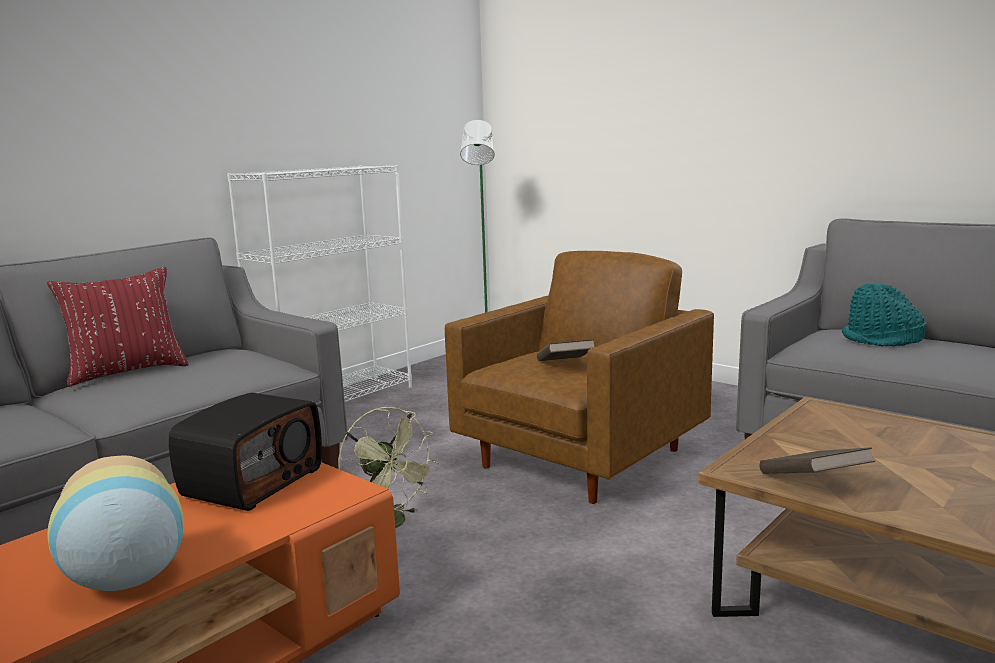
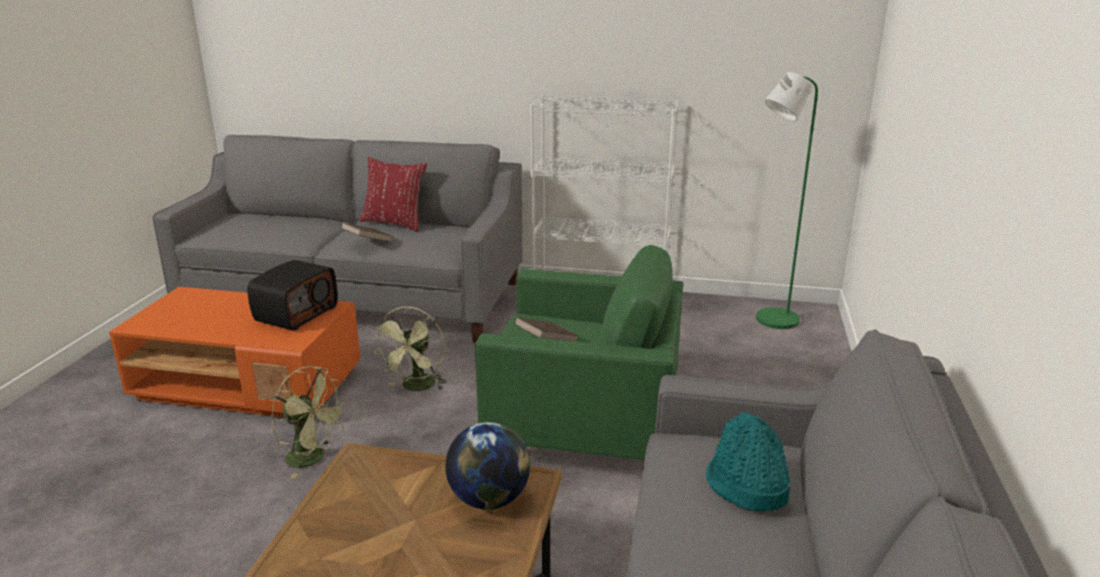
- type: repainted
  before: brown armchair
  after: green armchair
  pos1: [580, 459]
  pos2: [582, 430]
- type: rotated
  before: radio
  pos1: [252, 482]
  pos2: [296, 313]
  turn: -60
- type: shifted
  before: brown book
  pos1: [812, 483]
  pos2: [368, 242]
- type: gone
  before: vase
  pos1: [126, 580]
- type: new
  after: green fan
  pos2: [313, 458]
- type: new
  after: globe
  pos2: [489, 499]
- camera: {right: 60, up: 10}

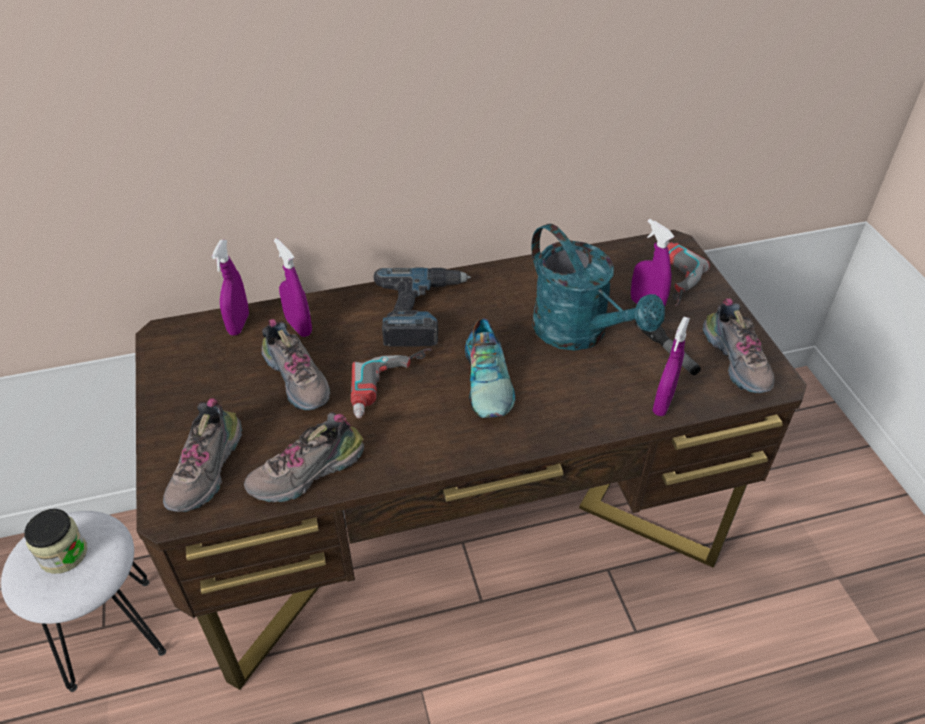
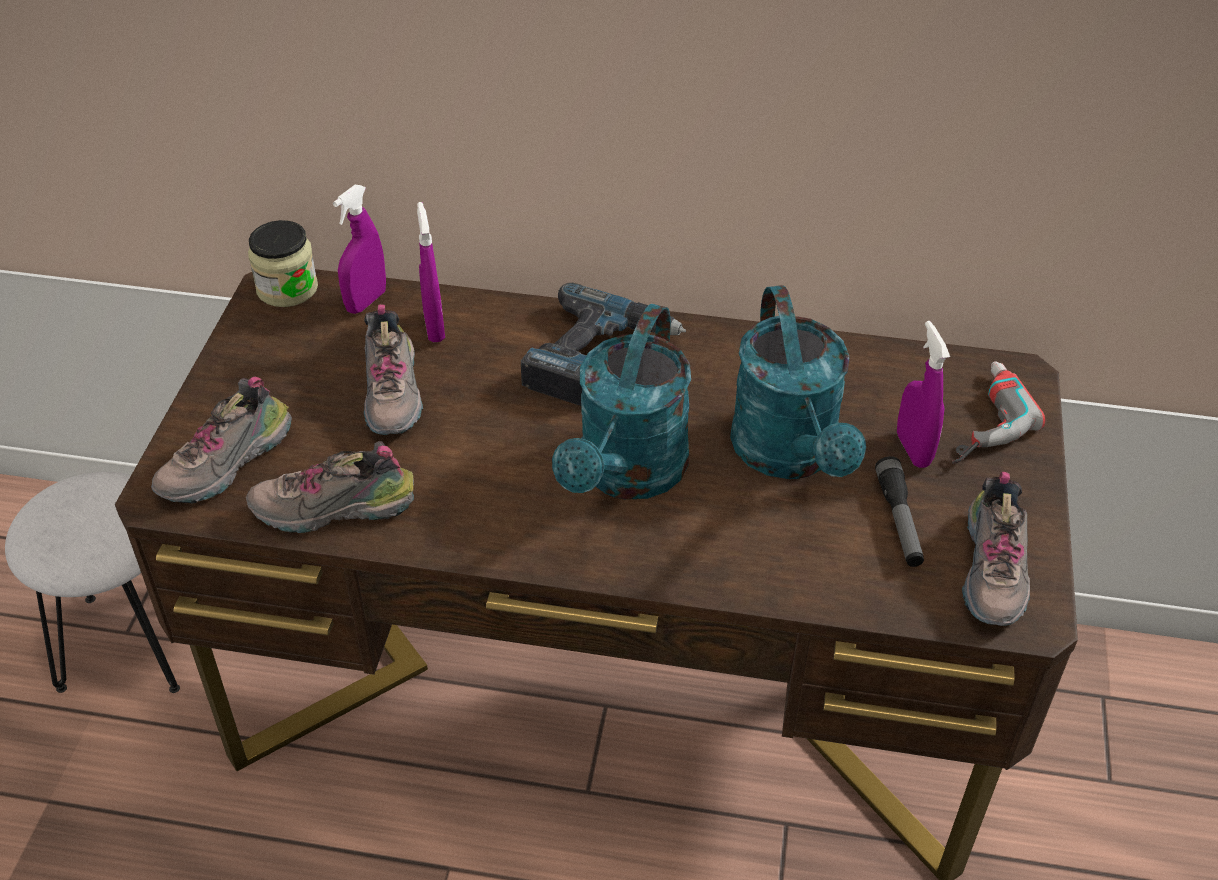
- type: gone
  before: purple spray bottle
  pos1: [663, 403]
- type: swapped
  before: shoe
  after: turquoise watering can
  pos1: [489, 380]
  pos2: [627, 475]
- type: gone
  before: power drill
  pos1: [393, 388]
- type: shifted
  before: jar
  pos1: [63, 554]
  pos2: [287, 289]
- camera: {right: 25, up: 0}

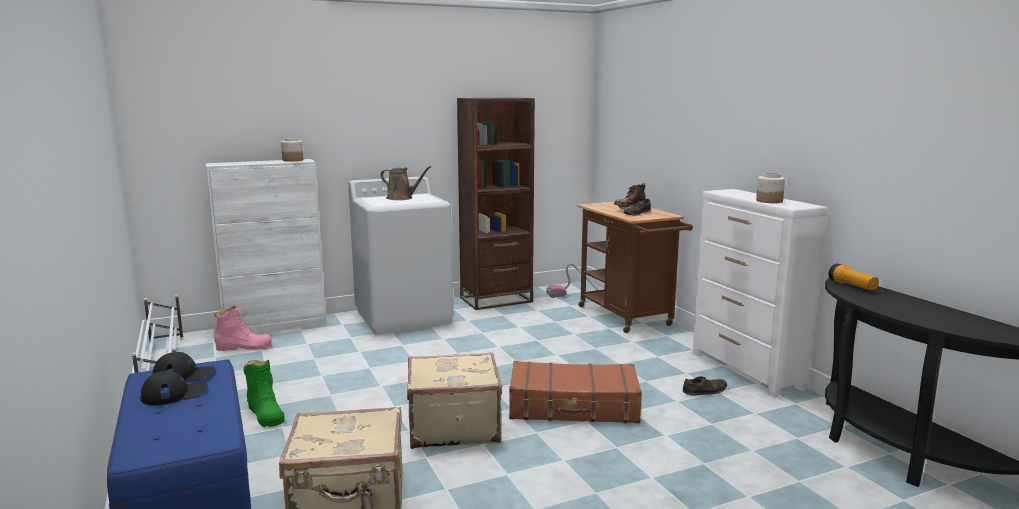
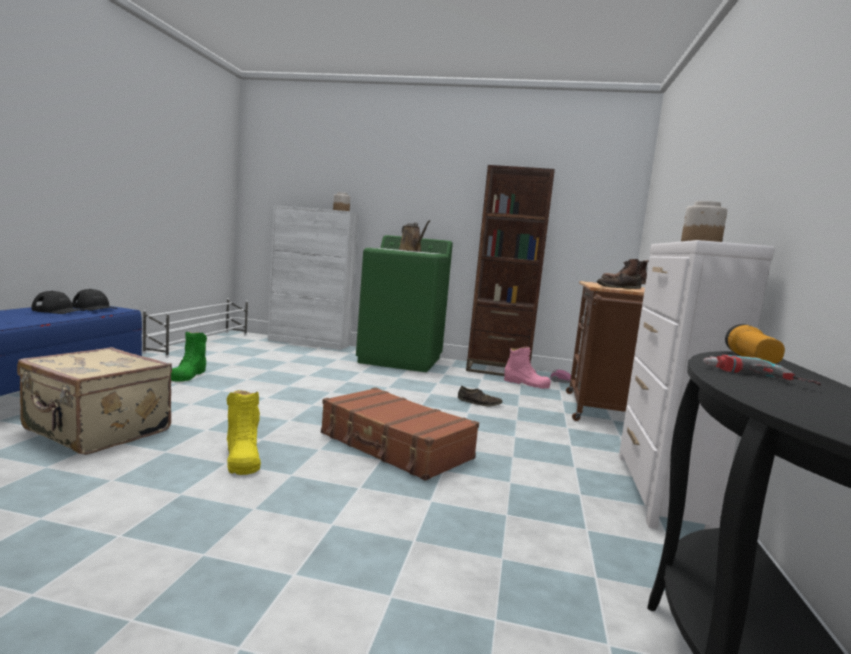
- type: repainted
  before: white washing machine
  after: green washing machine
  pos1: [404, 317]
  pos2: [401, 360]
- type: shifted
  before: pink boot
  pos1: [244, 347]
  pos2: [526, 384]
- type: gone
  before: beige suitcase
  pos1: [453, 427]
- type: shifted
  before: brown shoe
  pos1: [705, 391]
  pos2: [479, 403]
- type: new
  after: power drill
  pos2: [755, 378]
- type: new
  after: yellow boot
  pos2: [242, 458]
- camera: {right: 35, up: -5}

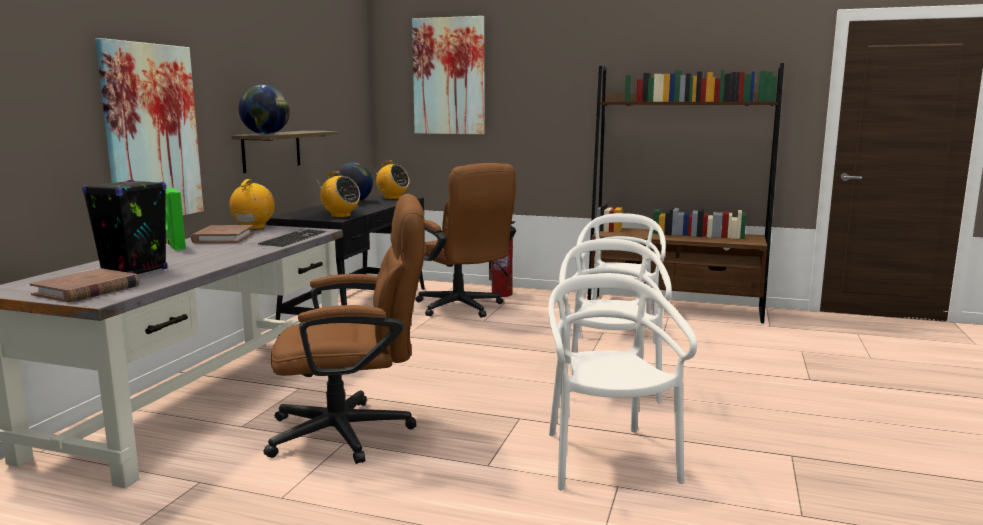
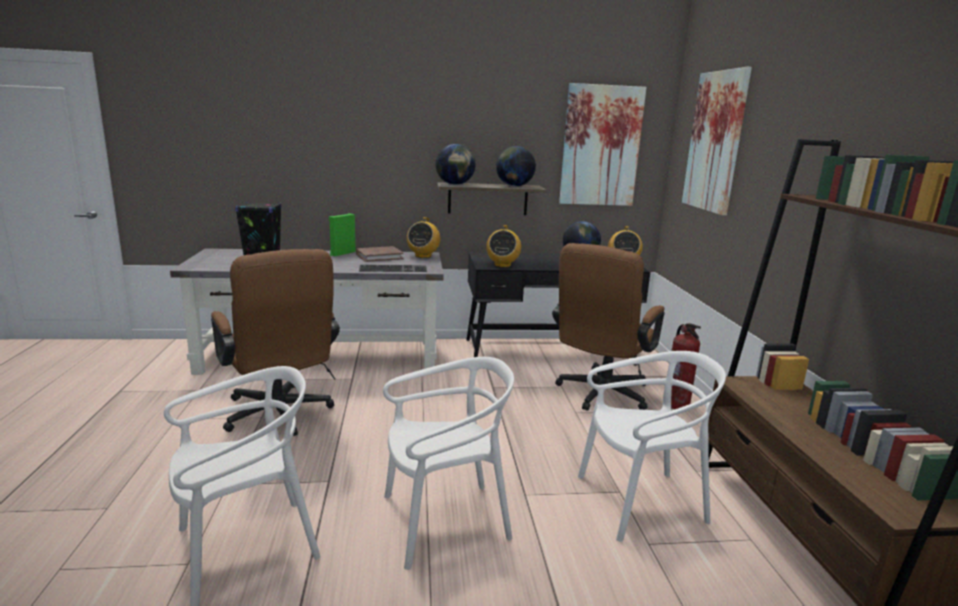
- type: shifted
  before: picture
  pos1: [152, 133]
  pos2: [601, 146]
- type: rotated
  before: radio
  pos1: [253, 228]
  pos2: [423, 256]
  turn: 120
- type: gone
  before: brown book
  pos1: [87, 290]
- type: new
  after: globe
  pos2: [514, 186]
- camera: {right: 65, up: 5}

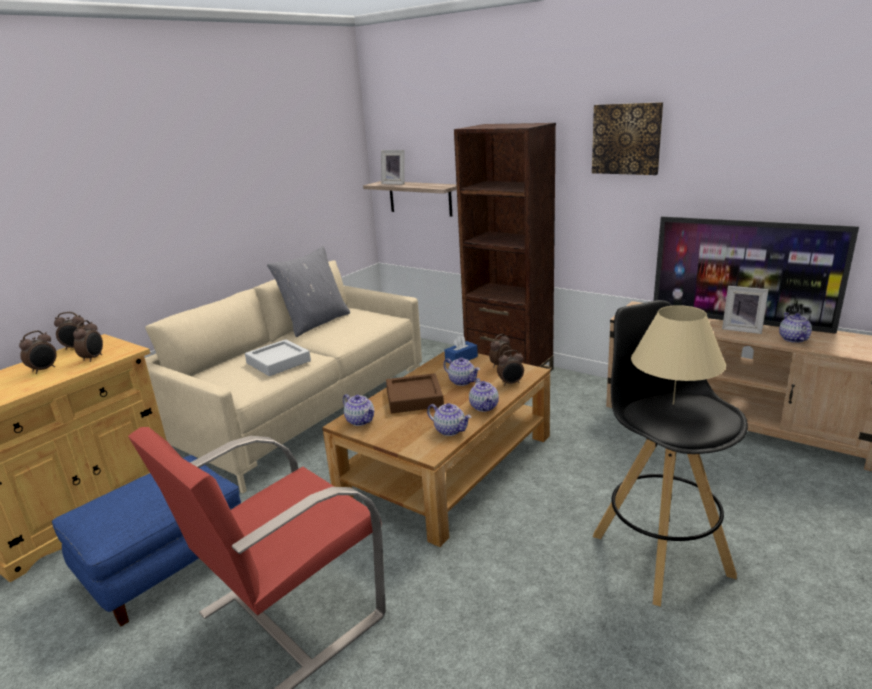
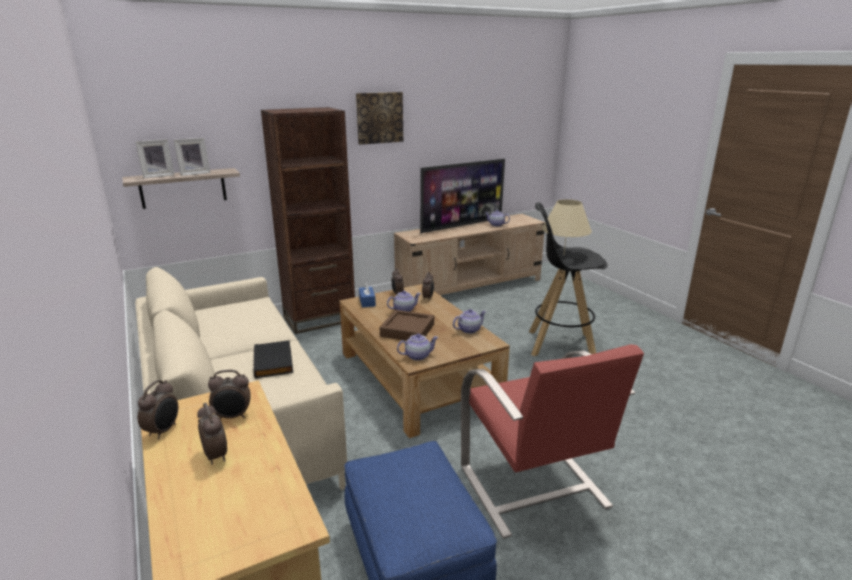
- type: gone
  before: grey pillow
  pos1: [315, 323]
- type: shifted
  before: picture frame
  pos1: [742, 329]
  pos2: [194, 173]
- type: rotated
  before: alarm clock
  pos1: [93, 358]
  pos2: [233, 416]
  turn: 135
- type: swapped
  before: grey tray
  after: black book
  pos1: [278, 362]
  pos2: [275, 362]
- type: gone
  before: teapot
  pos1: [484, 407]
- camera: {right: -65, up: 0}

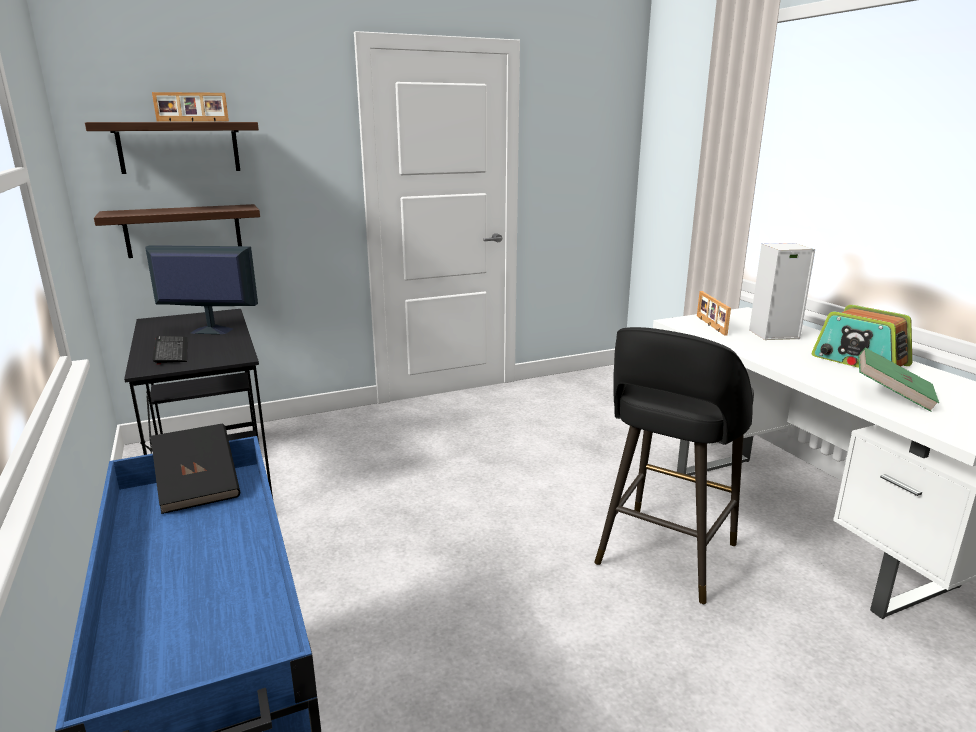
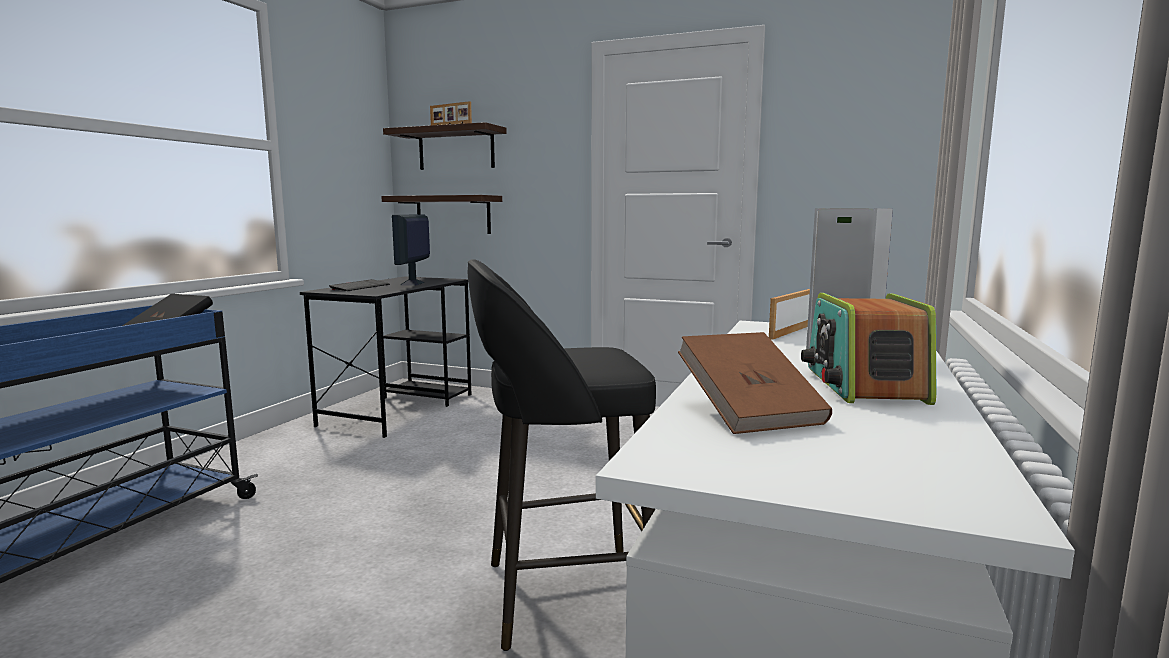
- type: rotated
  before: monitor
  pos1: [210, 330]
  pos2: [412, 283]
  turn: -135
- type: repainted
  before: green book
  after: brown book
  pos1: [892, 396]
  pos2: [749, 412]
- camera: {right: 45, up: -10}

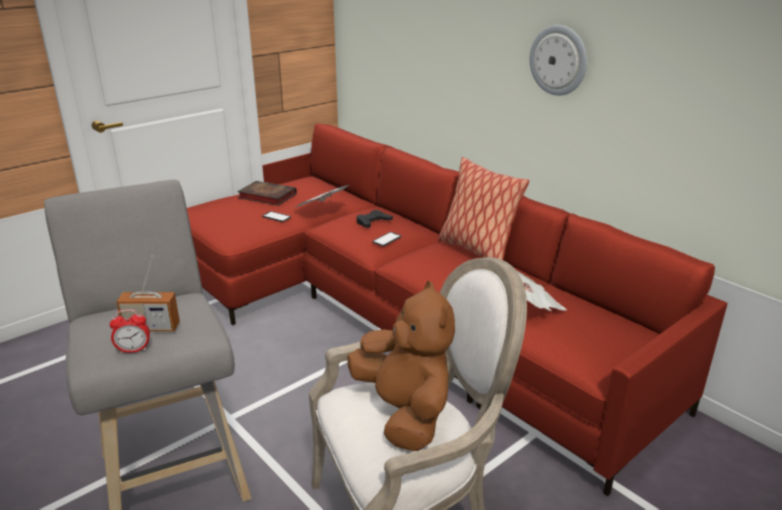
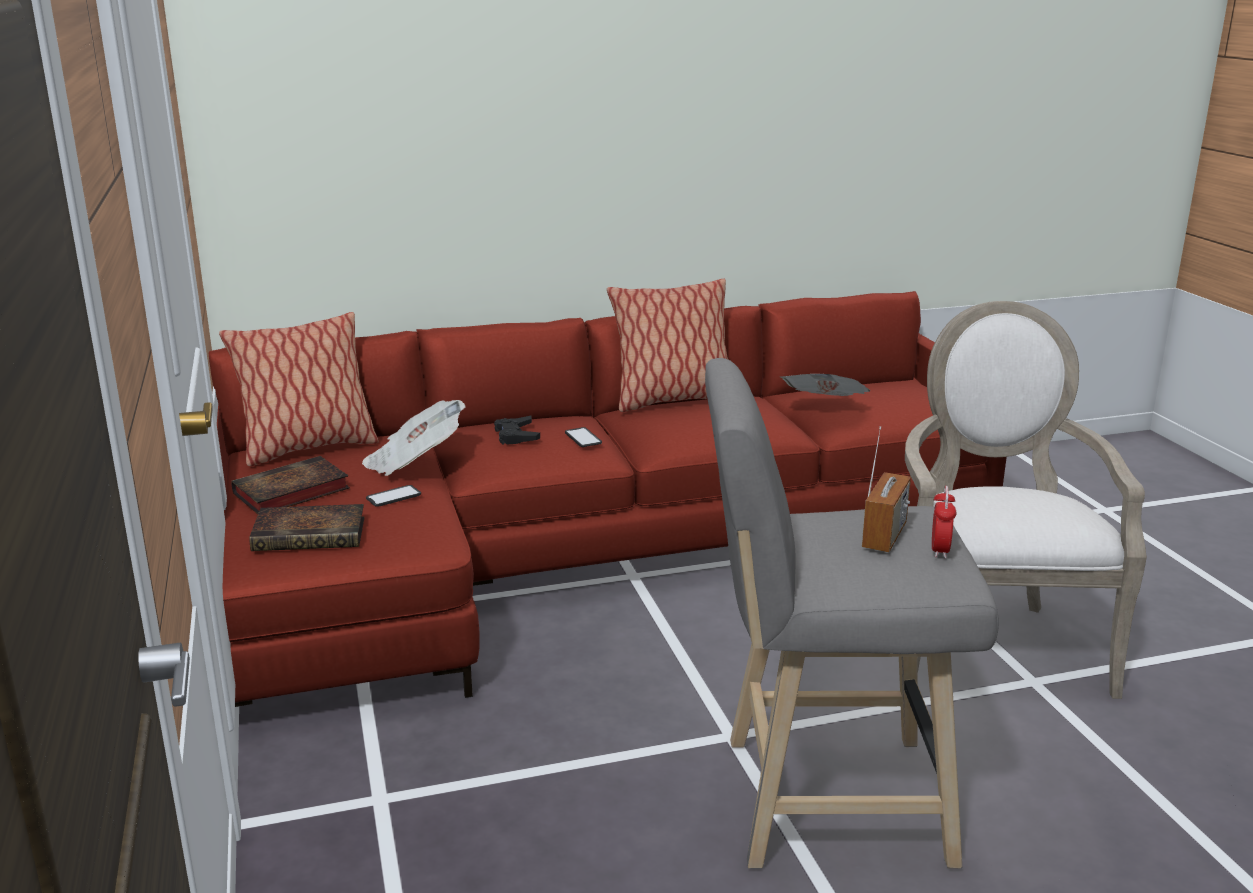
- type: gone
  before: wall clock
  pos1: [559, 60]
- type: gone
  before: brown plush toy
  pos1: [404, 413]
- type: new
  after: pillow
  pos2: [308, 448]
- type: new
  after: book
  pos2: [312, 534]
- camera: {right: -65, up: -5}

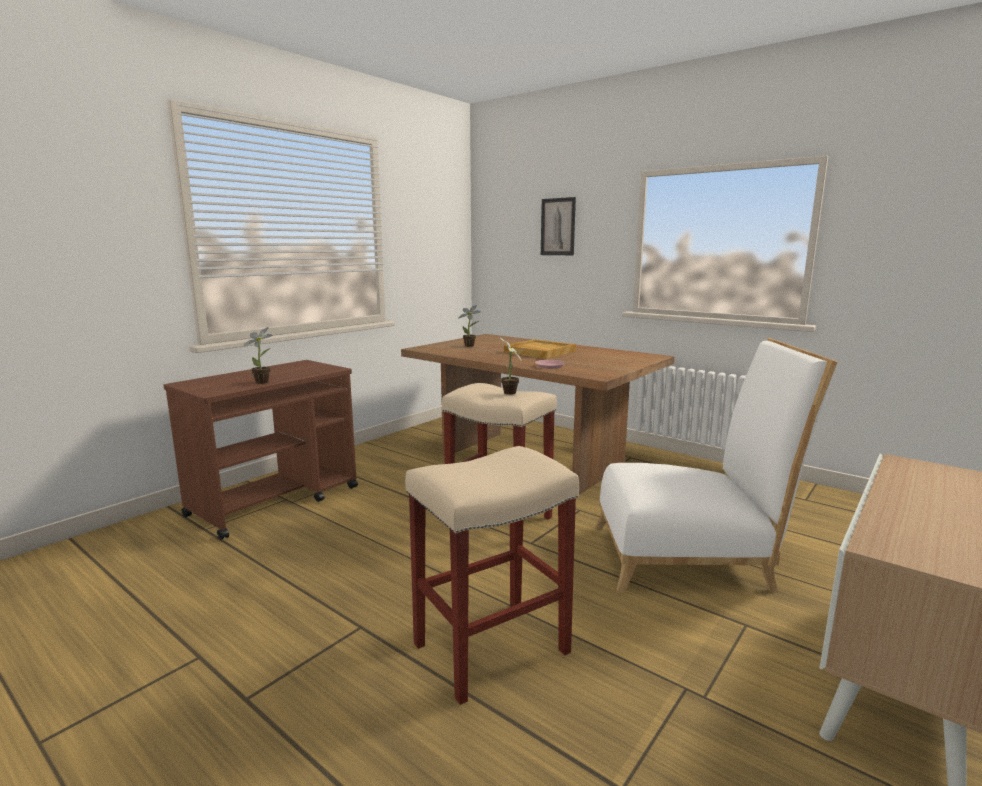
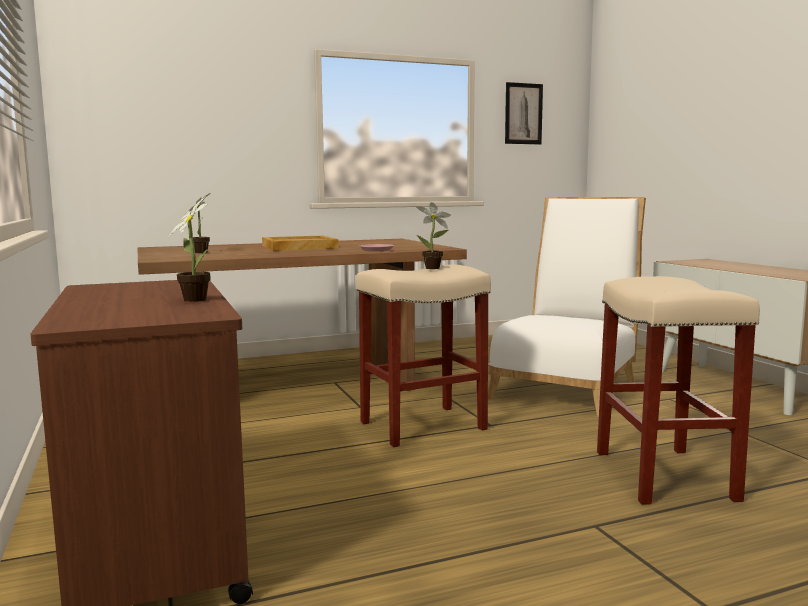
- type: shifted
  before: picture
  pos1: [558, 227]
  pos2: [523, 114]
- camera: {right: -60, up: -5}

